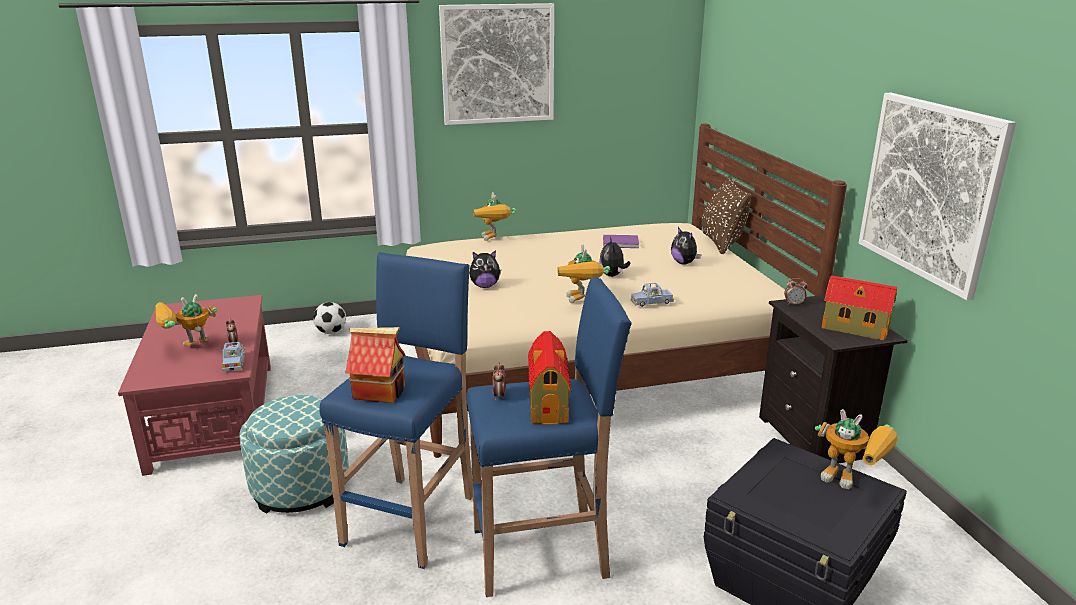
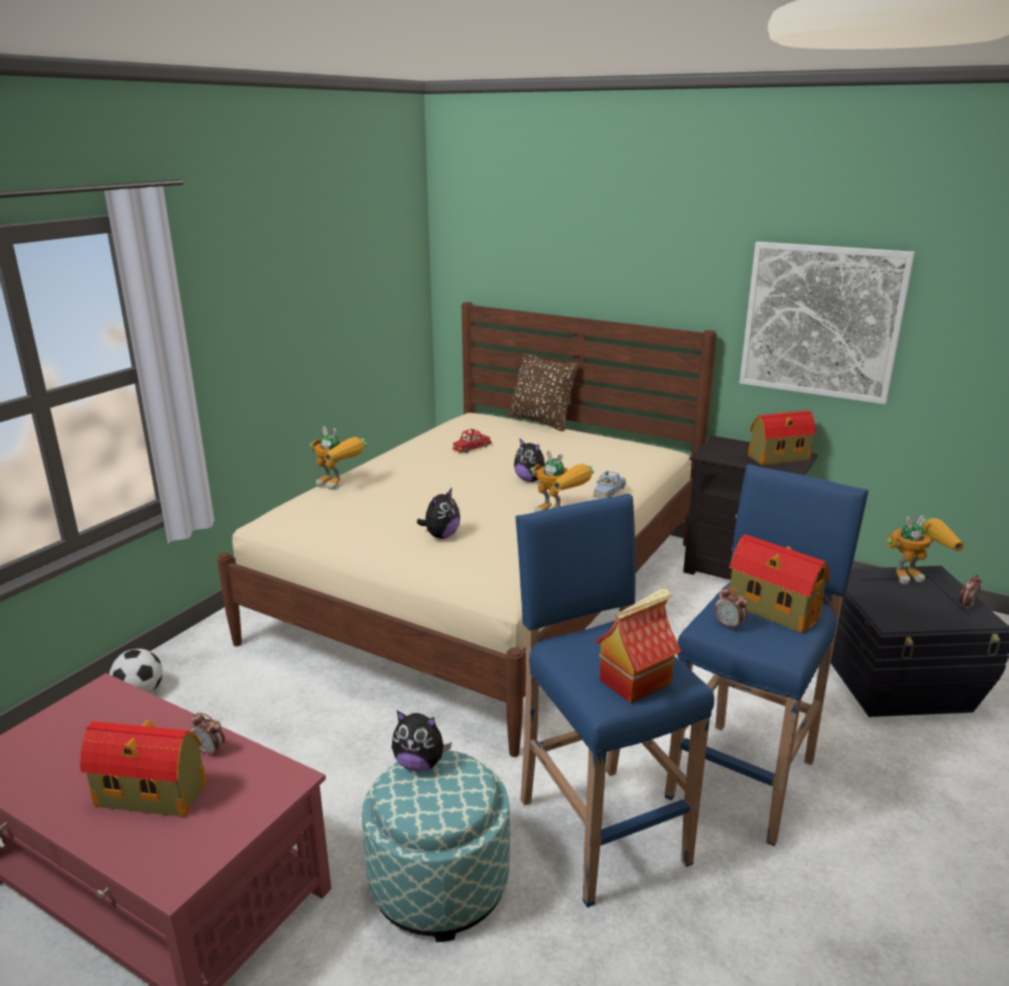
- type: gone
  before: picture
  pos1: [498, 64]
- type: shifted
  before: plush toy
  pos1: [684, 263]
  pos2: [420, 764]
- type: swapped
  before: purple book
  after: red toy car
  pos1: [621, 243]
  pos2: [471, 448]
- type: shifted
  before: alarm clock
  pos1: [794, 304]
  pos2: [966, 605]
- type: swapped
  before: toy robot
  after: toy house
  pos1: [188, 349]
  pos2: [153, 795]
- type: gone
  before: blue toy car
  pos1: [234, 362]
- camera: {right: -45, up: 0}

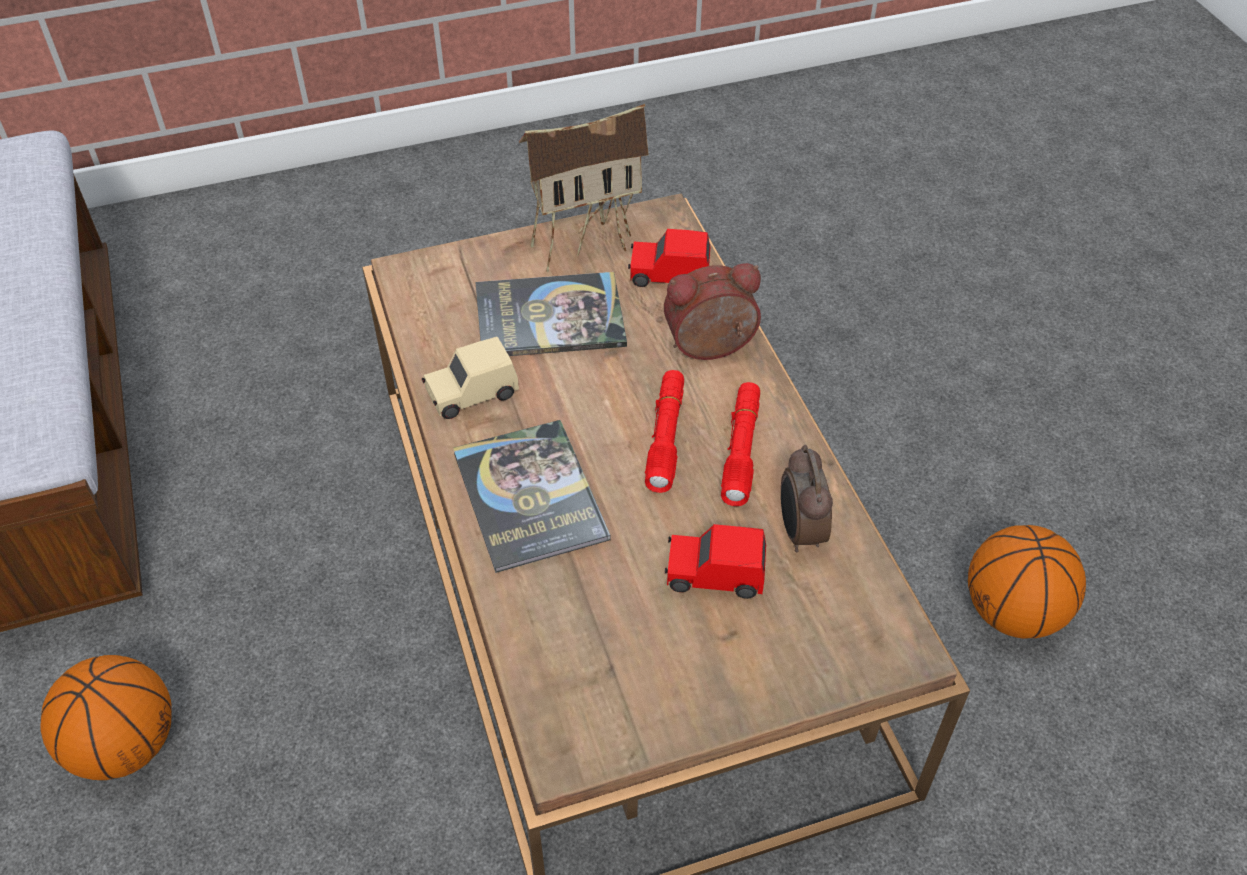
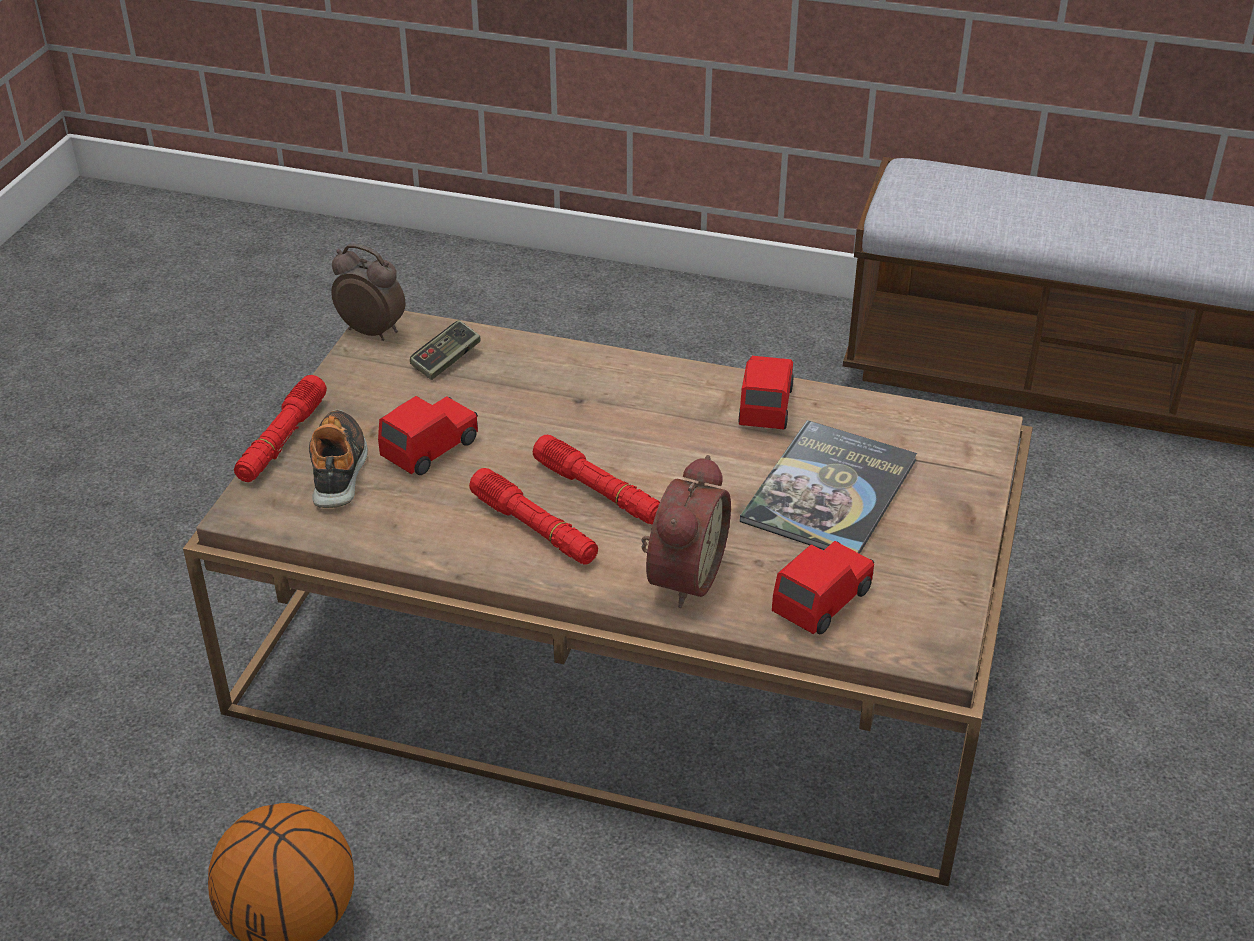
- type: gone
  before: toy house
  pos1: [584, 241]
- type: repainted
  before: beige toy car
  after: red toy car
  pos1: [471, 394]
  pos2: [765, 406]
- type: gone
  before: book
  pos1: [529, 496]
- type: shifted
  before: alarm clock
  pos1: [799, 532]
  pos2: [373, 330]
- type: gone
  before: basketball
  pos1: [125, 745]
- type: new
  after: game controller
  pos2: [446, 360]
- type: new
  after: red flashlight
  pos2: [282, 440]
- type: new
  after: shoe
  pos2: [339, 468]
- camera: {right: 125, up: -10}

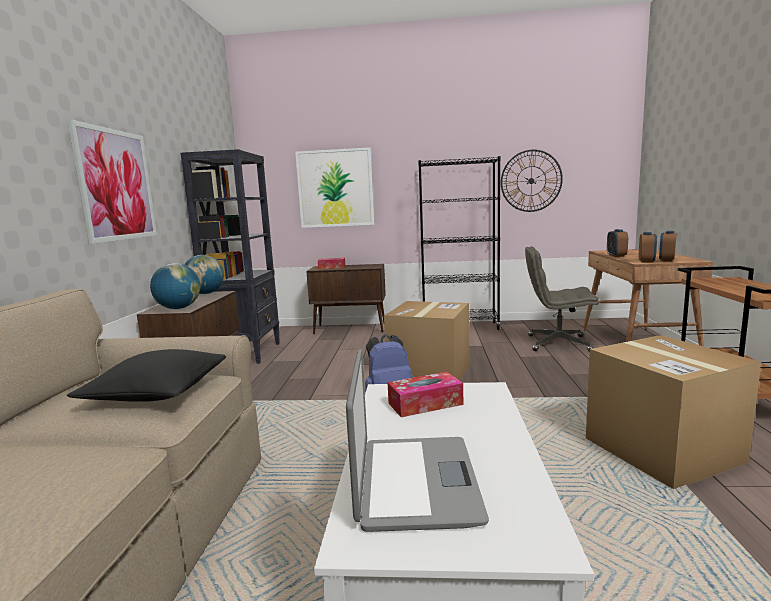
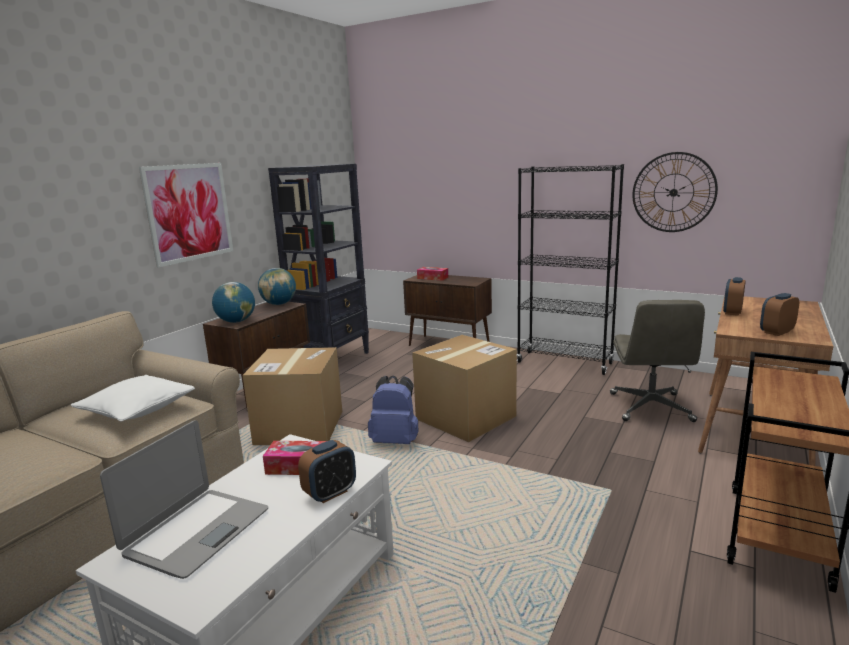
- type: gone
  before: picture
  pos1: [335, 188]
- type: shifted
  before: alarm clock
  pos1: [646, 261]
  pos2: [330, 493]
- type: rotated
  before: grey office chair
  pos1: [557, 343]
  pos2: [651, 408]
  turn: -120
- type: shifted
  before: cardboard box
  pos1: [662, 450]
  pos2: [300, 427]
- type: repainted
  before: black pillow
  after: white pillow
  pos1: [157, 392]
  pos2: [137, 410]
- camera: {right: 25, up: 5}

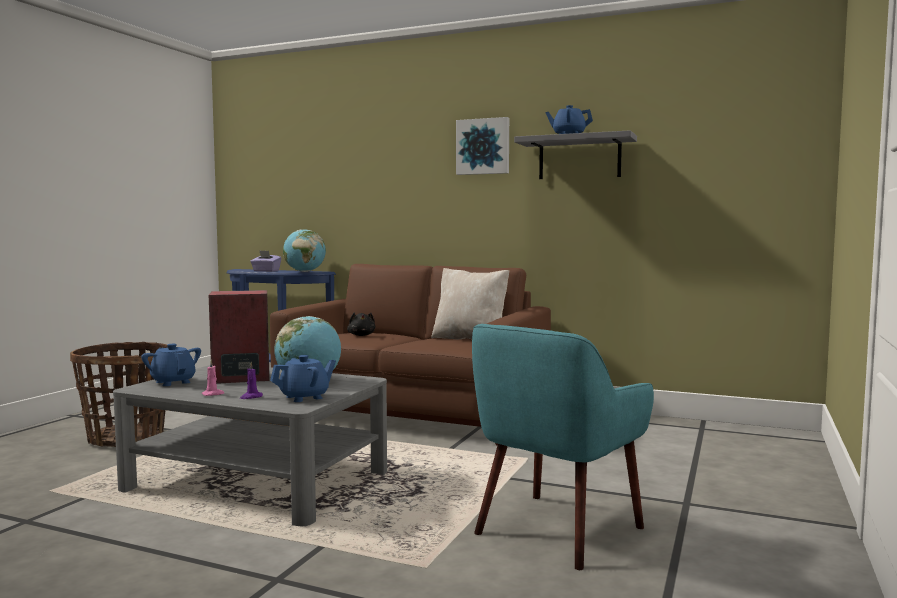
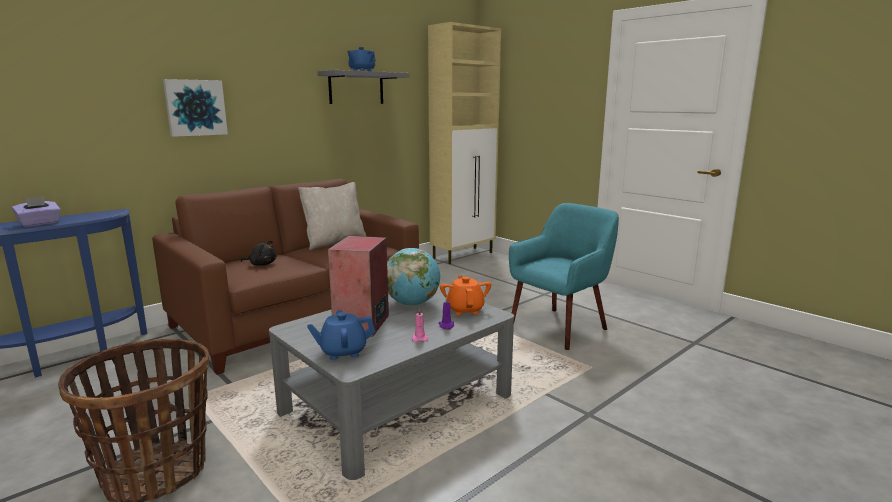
- type: shifted
  before: picture
  pos1: [483, 146]
  pos2: [195, 107]
- type: gone
  before: globe
  pos1: [304, 271]
- type: rotated
  before: turquoise armchair
  pos1: [556, 530]
  pos2: [559, 327]
  turn: -105
- type: repainted
  before: blue teapot
  after: orange teapot
  pos1: [304, 397]
  pos2: [465, 310]
- type: new
  after: beige cabinet
  pos2: [463, 255]
- camera: {right: -65, up: 10}

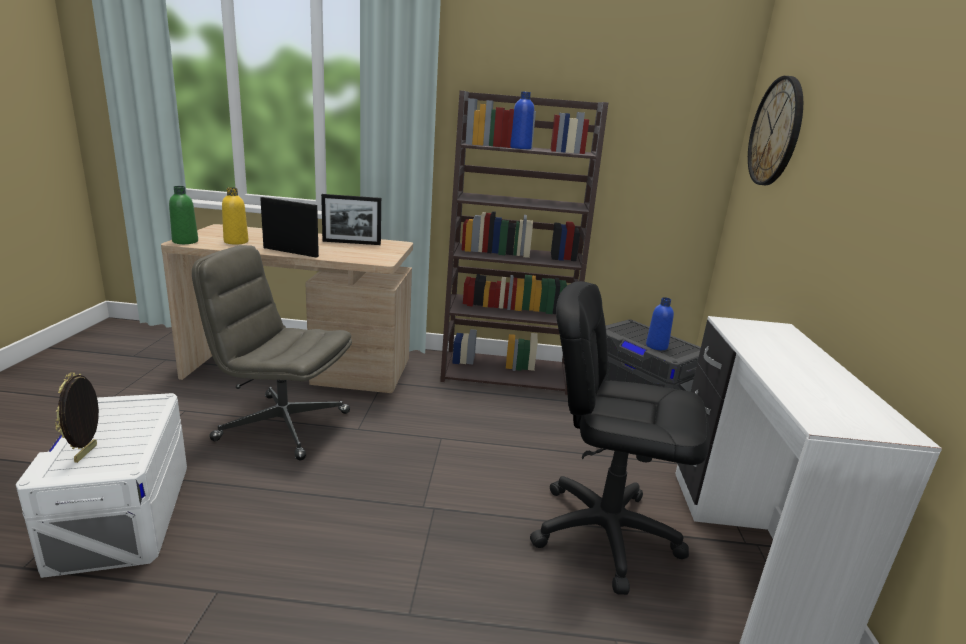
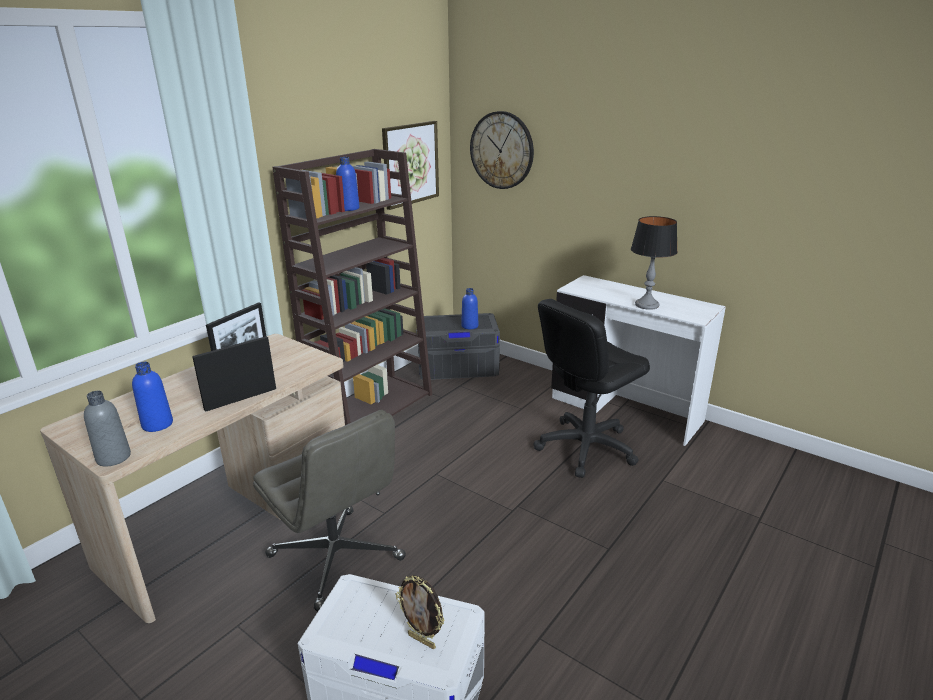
- type: repainted
  before: green bottle
  after: grey bottle
  pos1: [185, 241]
  pos2: [113, 457]
- type: repainted
  before: yellow bottle
  after: blue bottle
  pos1: [236, 242]
  pos2: [157, 424]
- type: rotated
  before: grey office chair
  pos1: [282, 426]
  pos2: [337, 558]
  turn: -90
- type: new
  after: picture
  pos2: [410, 164]
- type: new
  after: table lamp
  pos2: [646, 305]
- camera: {right: -55, up: 5}

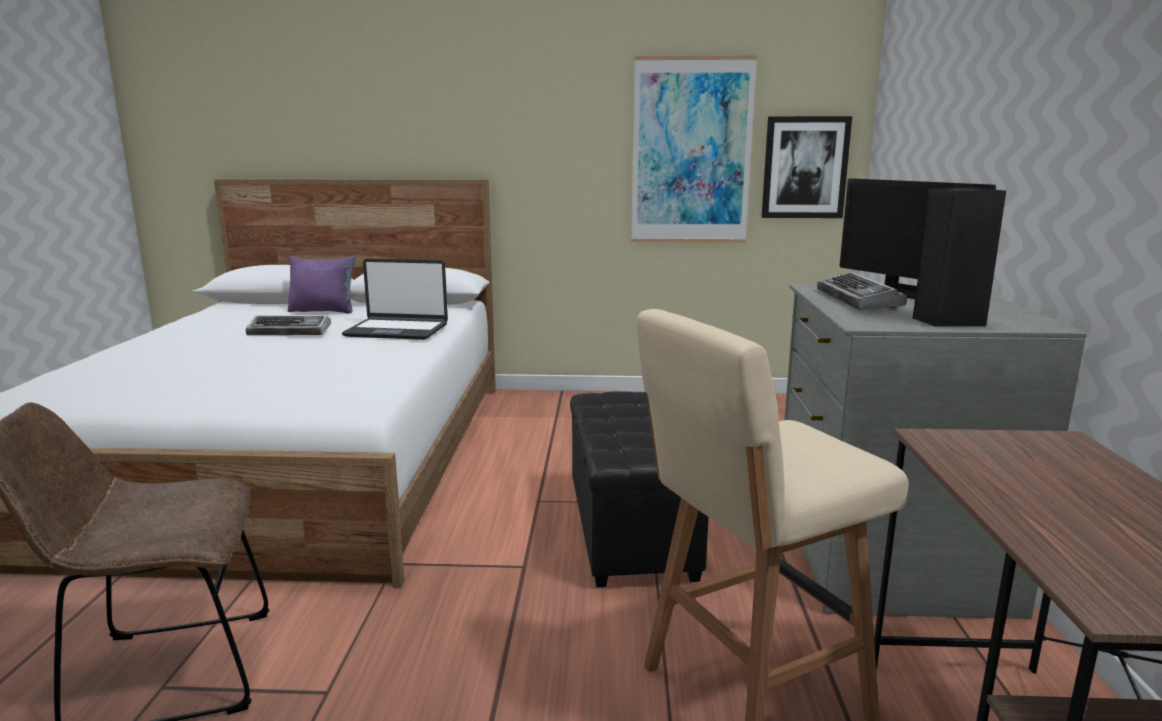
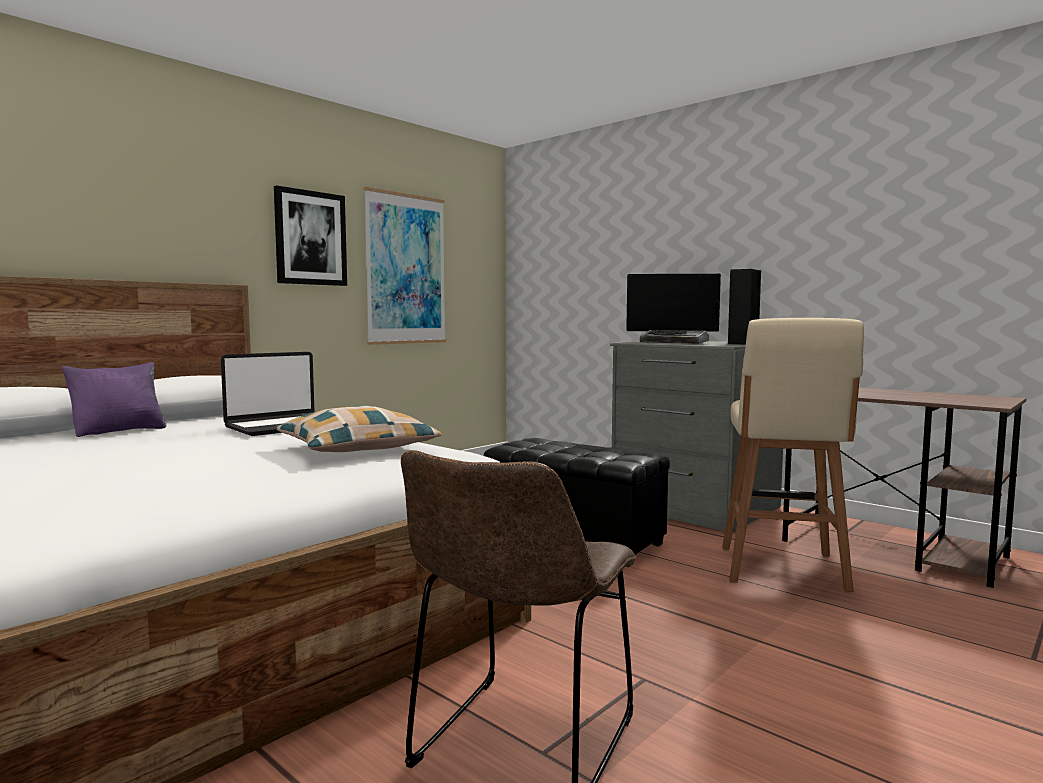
- type: shifted
  before: picture
  pos1: [805, 167]
  pos2: [310, 238]
- type: gone
  before: keyboard
  pos1: [291, 331]
- type: new
  after: pillow
  pos2: [357, 449]
- camera: {right: -50, up: -10}

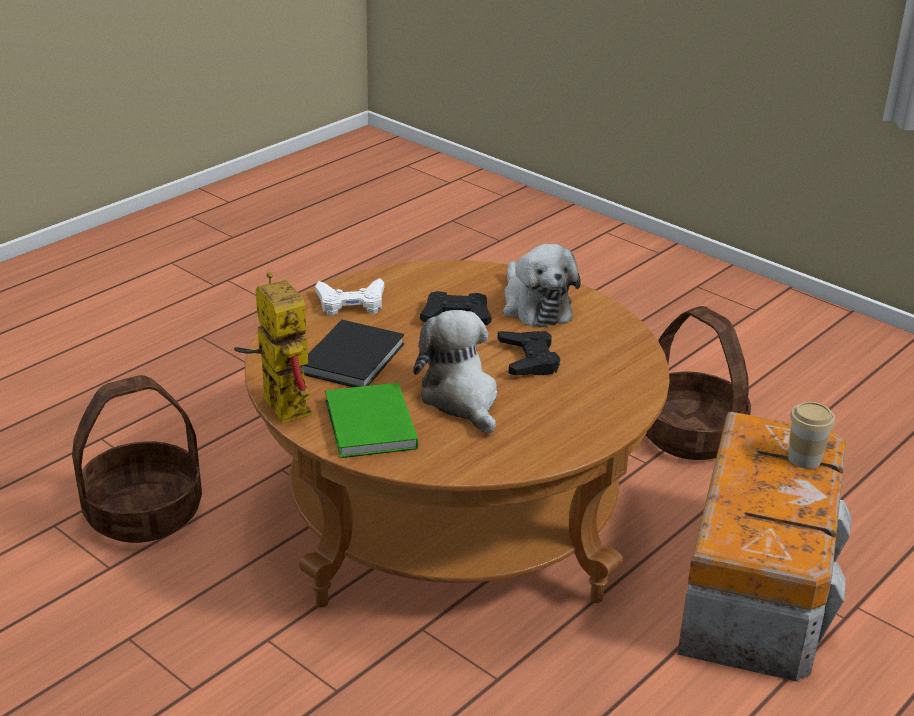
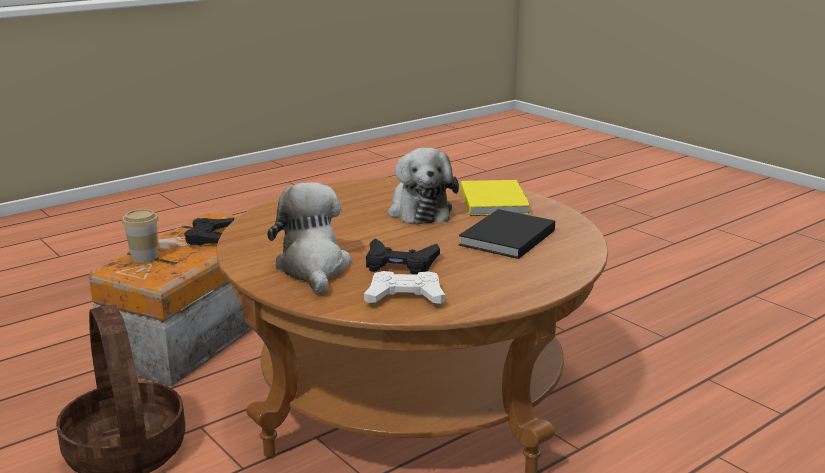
- type: gone
  before: toy robot
  pos1: [277, 402]
- type: shifted
  before: white game controller
  pos1: [351, 303]
  pos2: [405, 296]
- type: shifted
  before: black game controller
  pos1: [528, 359]
  pos2: [209, 236]
- type: gone
  before: basket
  pos1: [143, 513]
- type: repainted
  before: green book
  after: yellow book
  pos1: [369, 426]
  pos2: [494, 201]
- camera: {right: -170, up: -10}

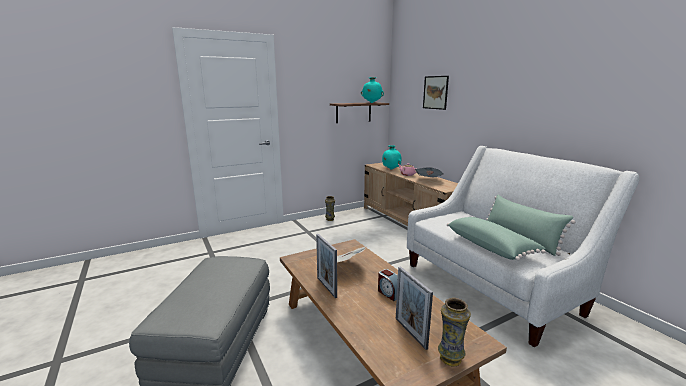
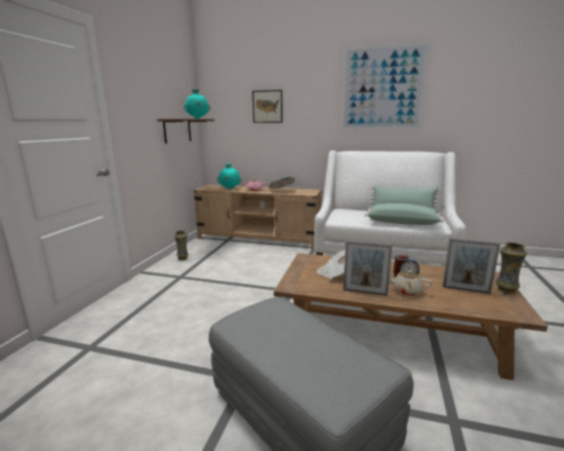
- type: new
  after: picture
  pos2: [382, 88]
- type: new
  after: beige teapot
  pos2: [406, 291]
- camera: {right: -45, up: 0}

